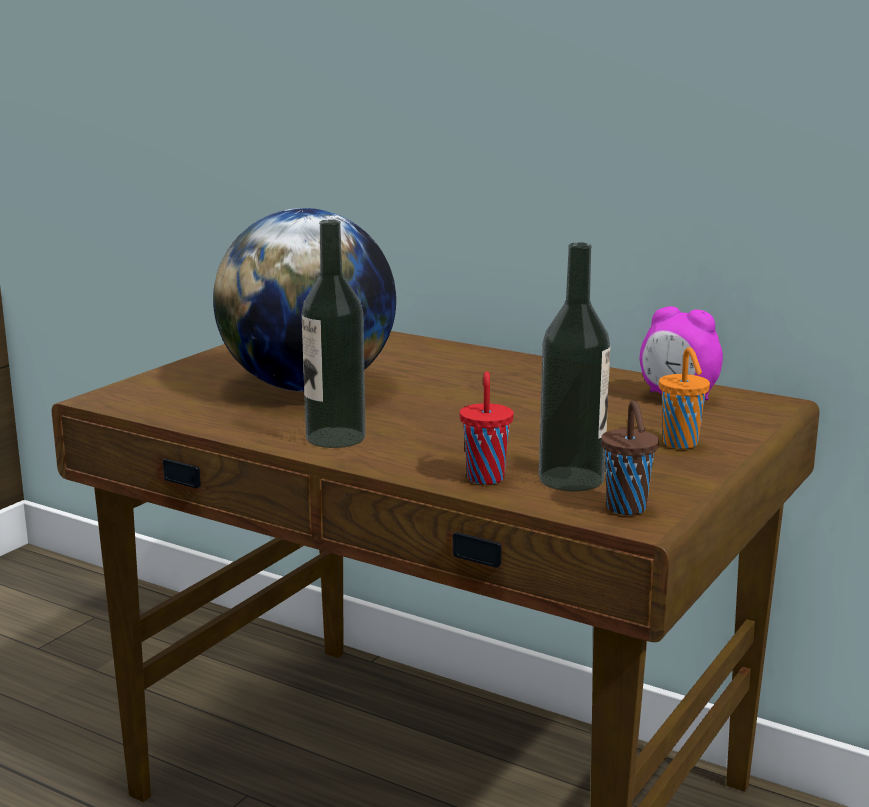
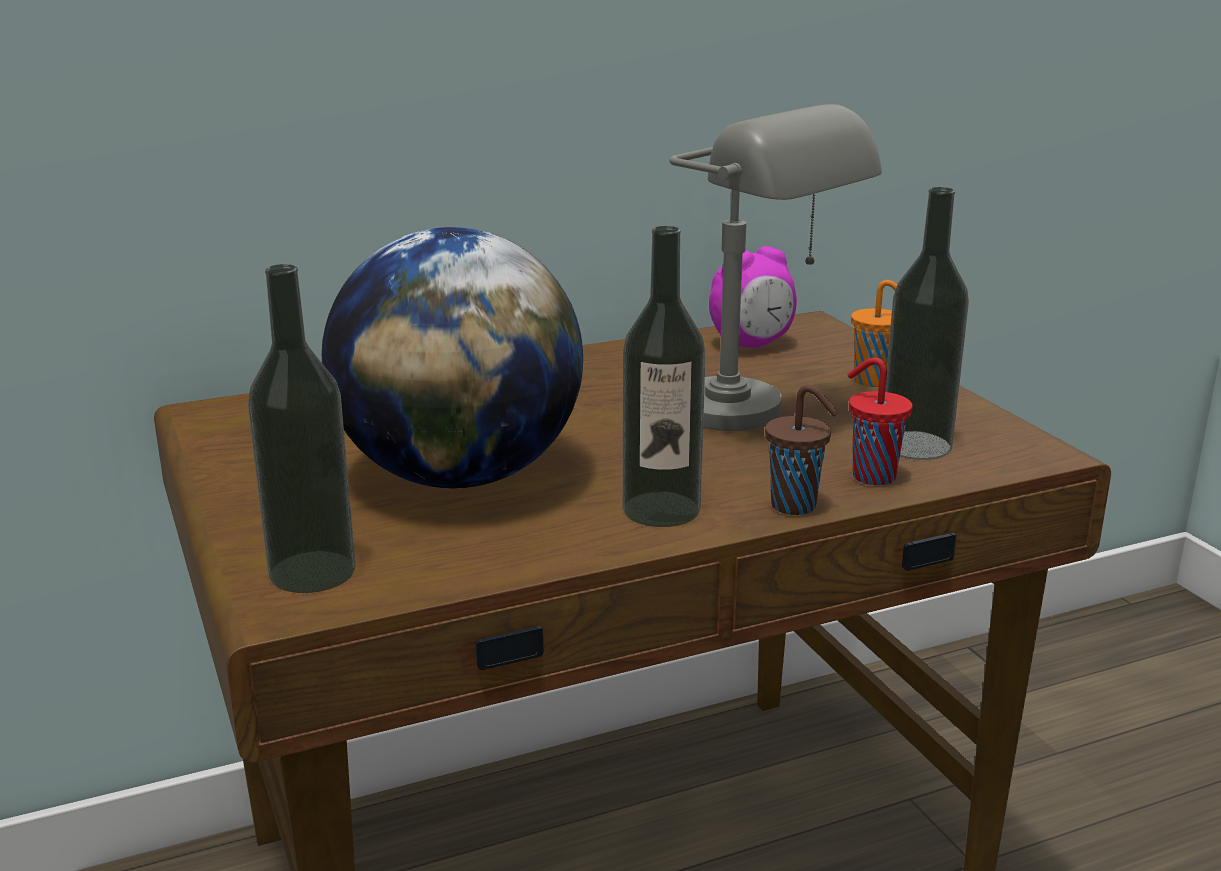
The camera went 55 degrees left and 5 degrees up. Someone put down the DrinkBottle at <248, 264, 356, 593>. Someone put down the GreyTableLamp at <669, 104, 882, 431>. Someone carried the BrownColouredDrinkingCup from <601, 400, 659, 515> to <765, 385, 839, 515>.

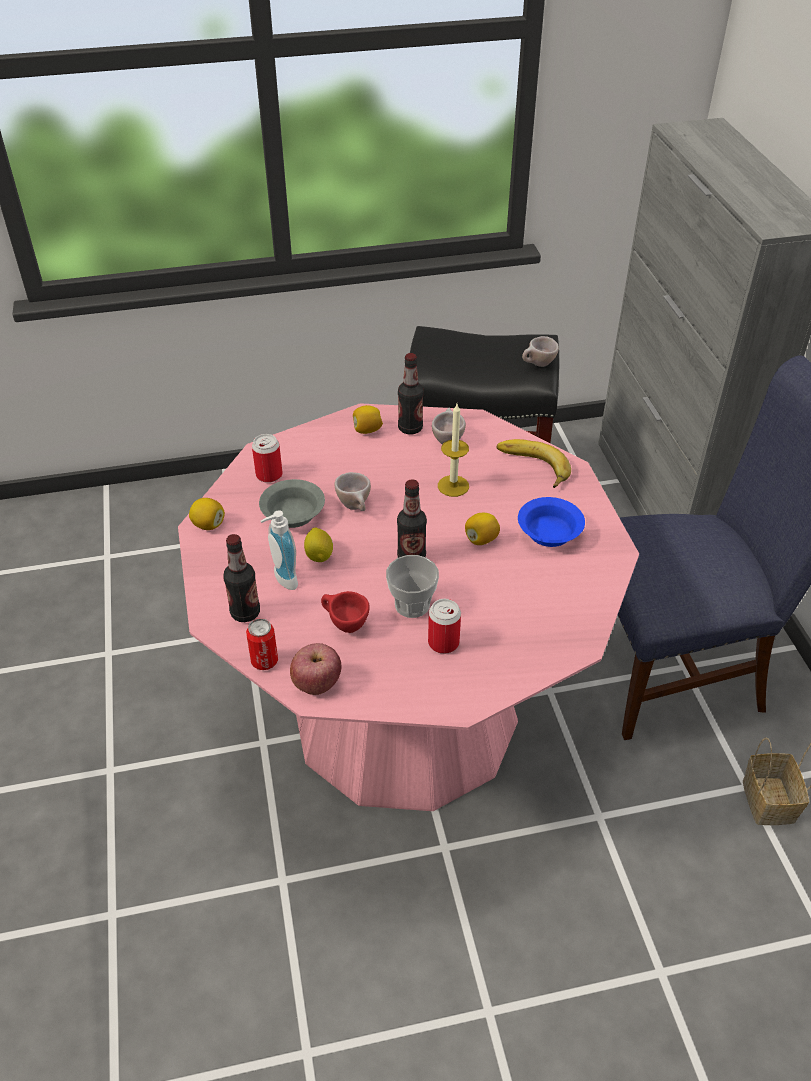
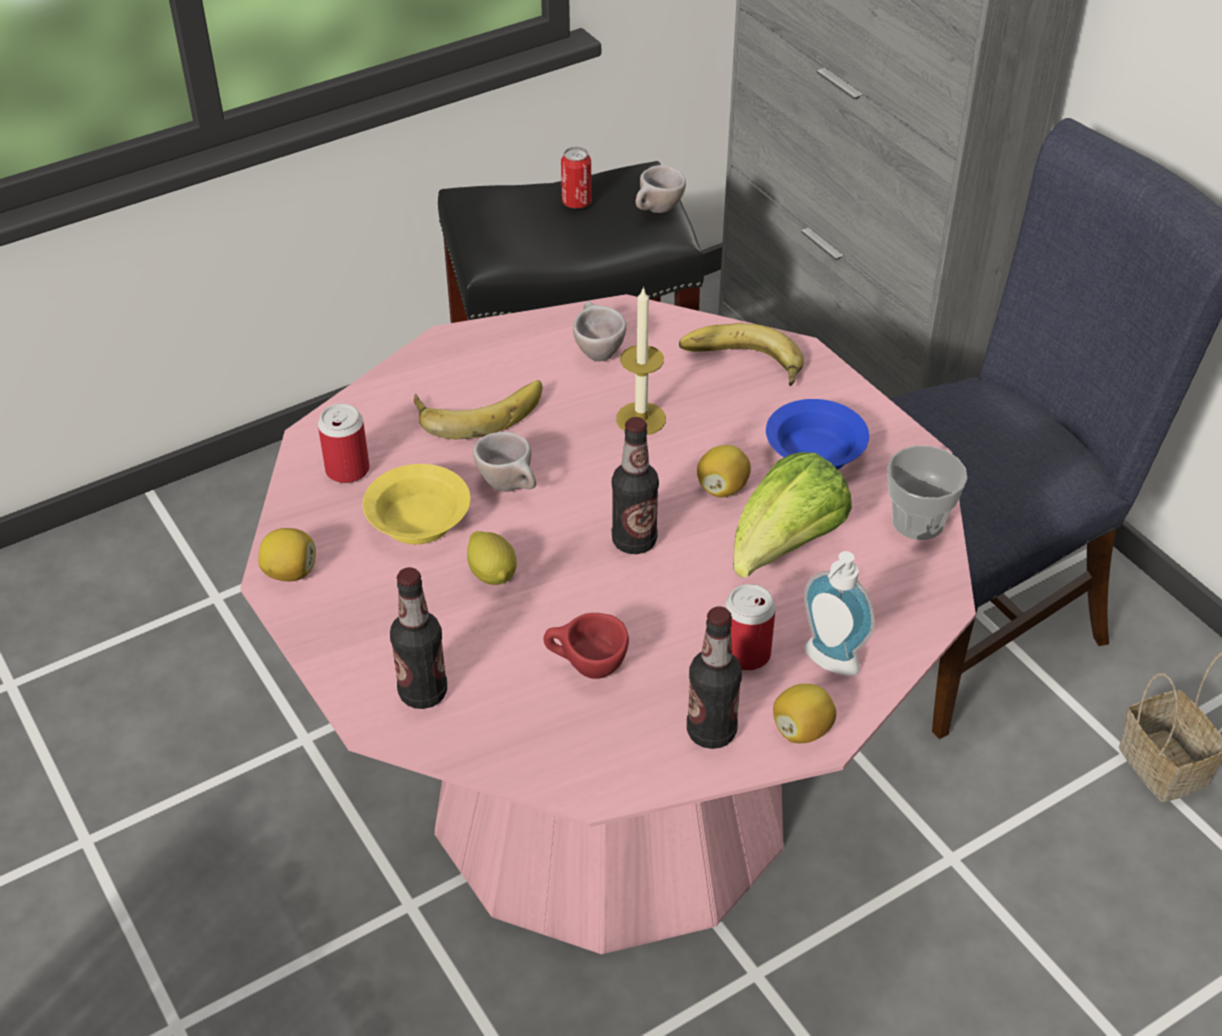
The camera went 20 degrees left and 0 degrees up. Someone repainted the GreyDeepDish at <259, 479, 325, 528>, which became the YellowishDeepDish at <363, 464, 471, 544>. Someone put down the WholeBanana at <414, 380, 542, 439>. Someone carried the MetalCan from <246, 618, 278, 670> to <561, 147, 592, 208>. Someone carried the DrinkBottle from <398, 353, 424, 435> to <687, 606, 742, 749>. Someone put down the Lettuce at <733, 452, 852, 578>. Someone carried the CitrusFruit from <353, 405, 383, 434> to <773, 684, 836, 743>. Someone carried the SoapBottle from <261, 510, 298, 590> to <804, 551, 875, 676>. Someone carried the DrinkingCup from <386, 555, 439, 618> to <887, 445, 967, 540>. Someone took away the AppleFruit at <290, 643, 341, 695>.

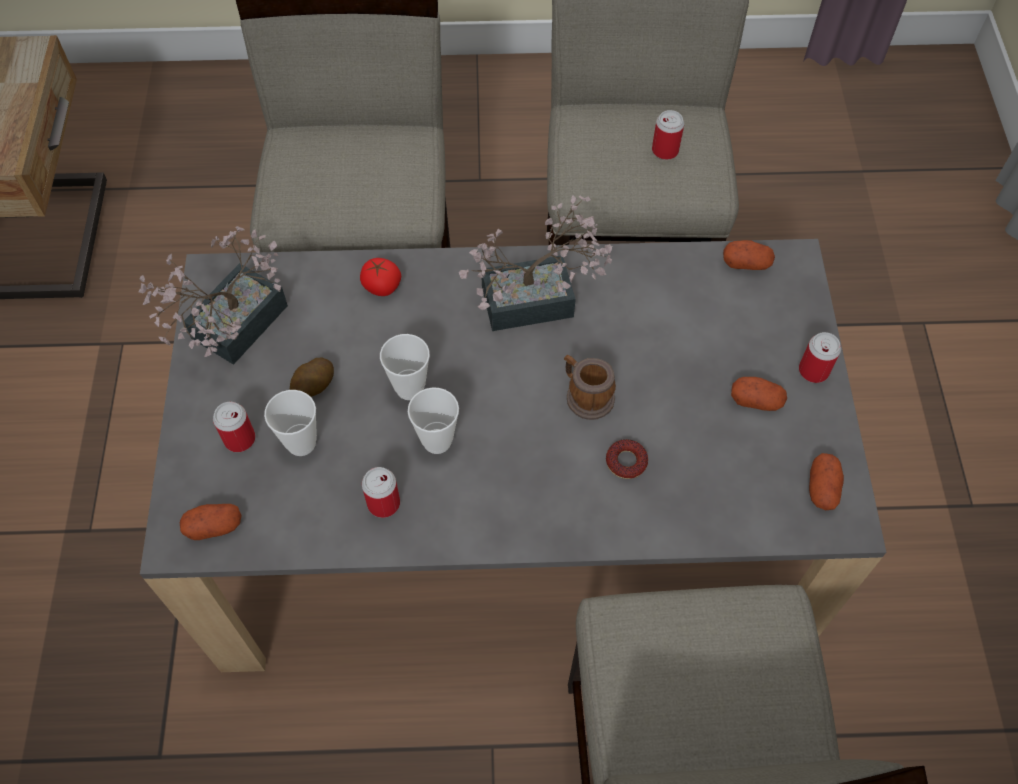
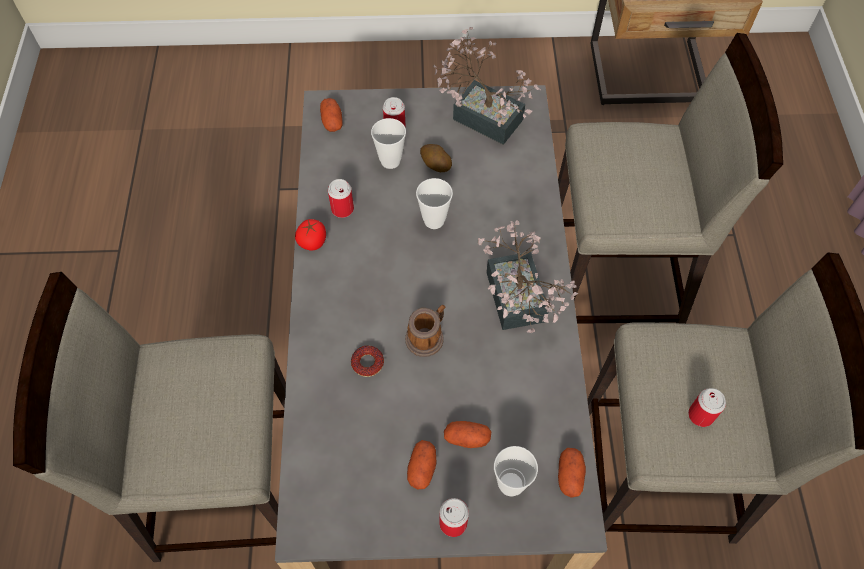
The camera went 90 degrees right and 0 degrees up. Someone carried the FreshTomato from <360, 258, 401, 296> to <295, 219, 326, 251>. Someone carried the Spud from <809, 453, 844, 510> to <444, 421, 491, 448>. Someone carried the DrinkingCup from <408, 387, 459, 454> to <494, 446, 538, 496>.

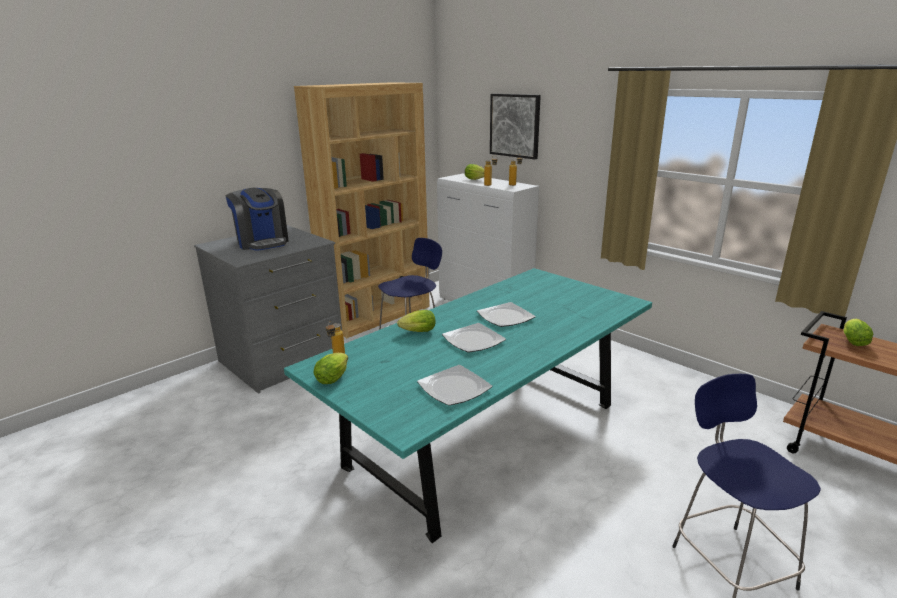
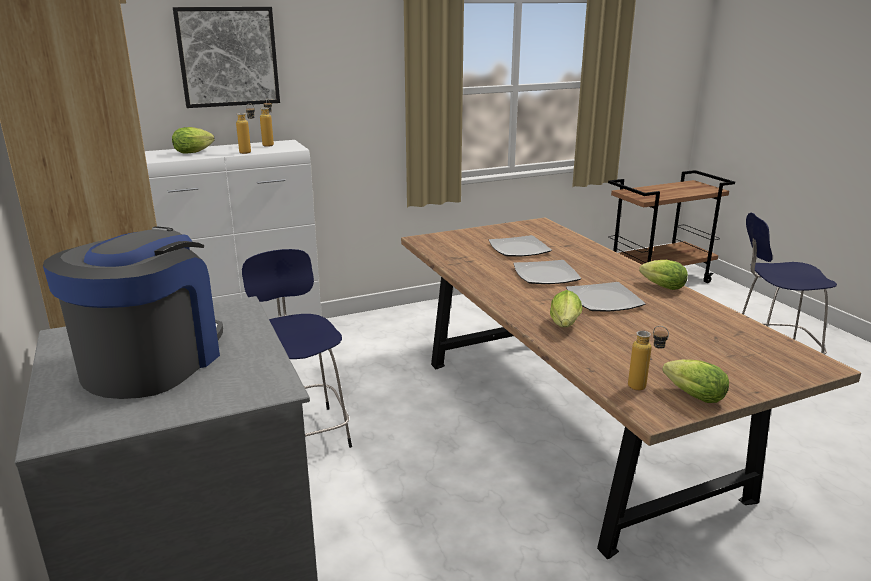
The camera went 70 degrees left and 0 degrees up. Someone rotated the CoffeeBrewer at <226, 188, 289, 251> by 60 degrees counterclockwise. Someone repainted the TurquoiseDiningTable at <284, 268, 652, 543>, which became the BrownColouredDiningTable at <401, 217, 861, 559>. Someone carried the DinnerPlate from <417, 365, 492, 406> to <489, 235, 552, 256>. Someone carried the Lettuce from <843, 319, 873, 346> to <639, 260, 688, 290>.

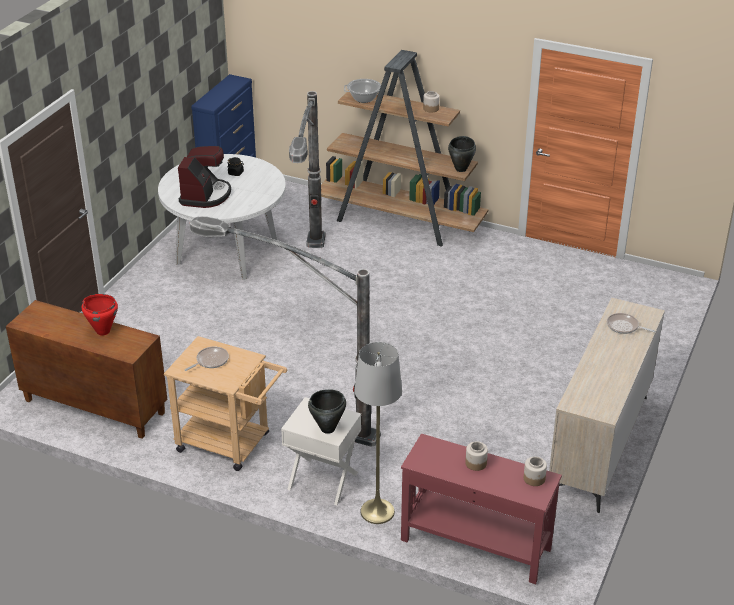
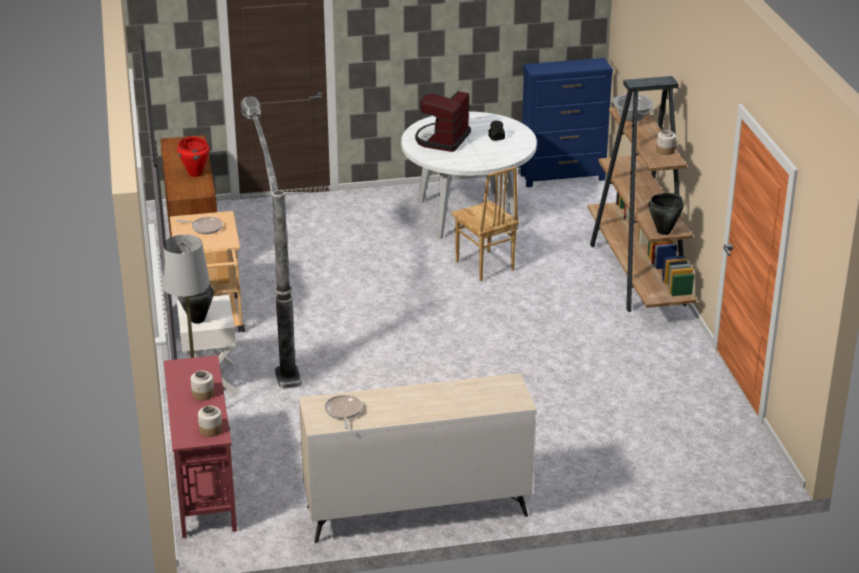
The camera went 55 degrees right and 5 degrees down. Someone carried the Skillet from <607, 313, 655, 334> to <325, 395, 362, 429>. Someone rotated the CoffeeBrewer at <178, 146, 231, 208> by 135 degrees clockwise. Someone swapped the FloorLamp at <289, 91, 325, 248> for the BrownColouredUprightChair at <452, 166, 519, 281>.

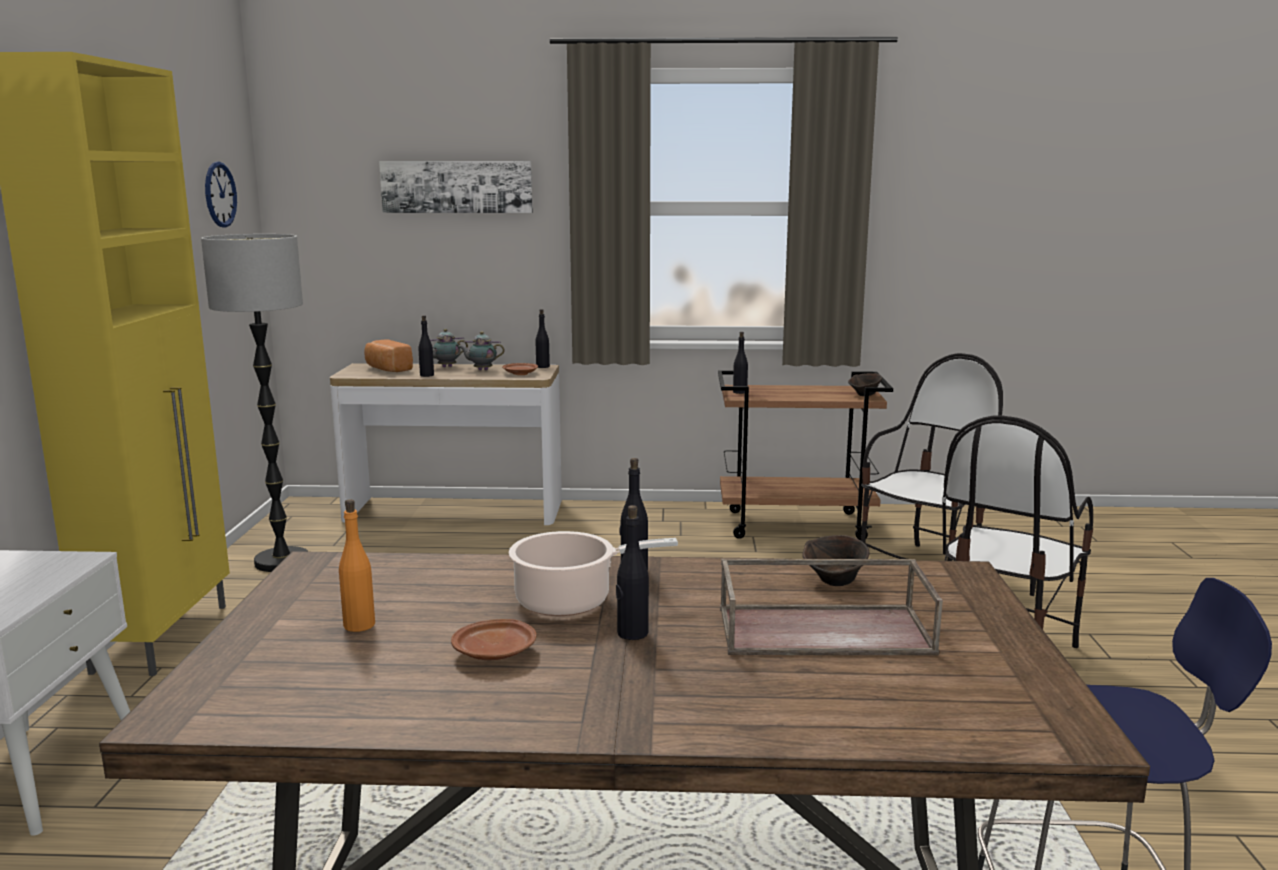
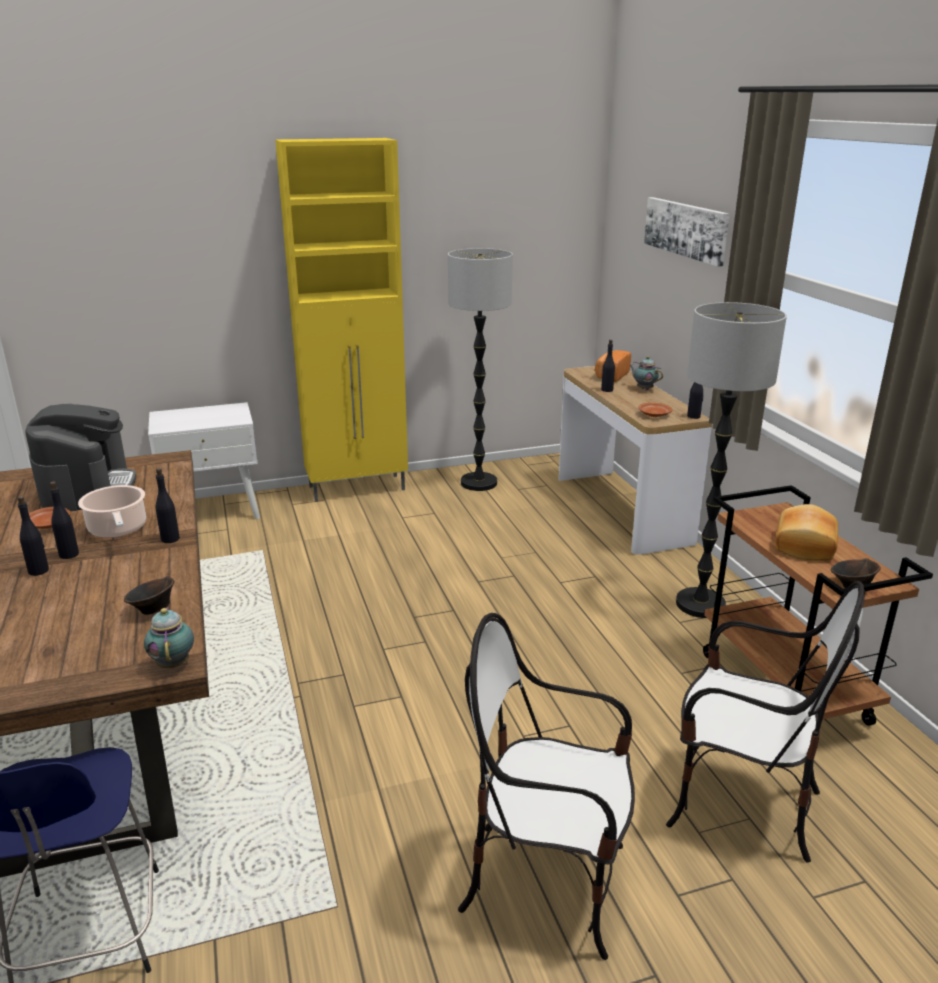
The camera went 70 degrees right and 10 degrees up. Someone carried the BlackishDrinkBottle from <733, 332, 748, 394> to <17, 496, 49, 576>. Someone swapped the OrangeColouredDrinkBottle at <339, 499, 375, 632> for the CoffeeBrewer at <25, 403, 136, 511>. Someone carried the TeaPot from <459, 331, 505, 370> to <144, 607, 194, 668>. Someone put down the FloorLamp at <676, 302, 787, 618>. Someone put down the BakedBread at <776, 504, 838, 561>. Someone took away the HangingClock at <205, 162, 237, 228>. Someone took away the BrownColouredTray at <720, 559, 943, 655>.

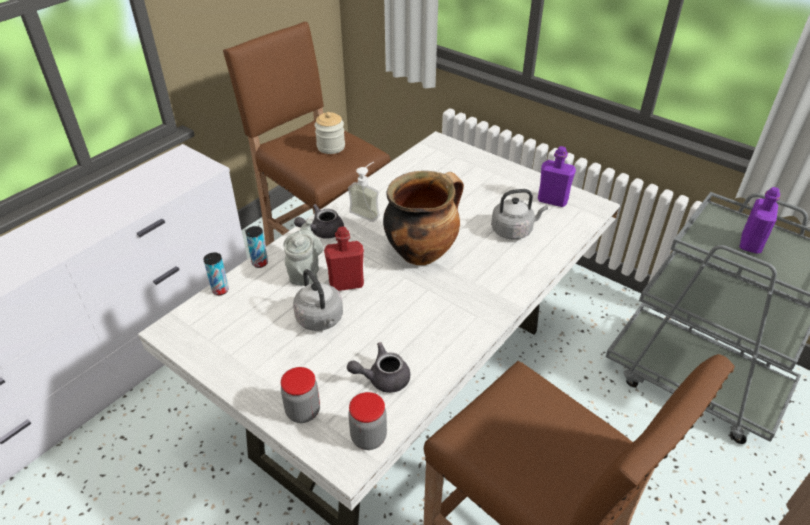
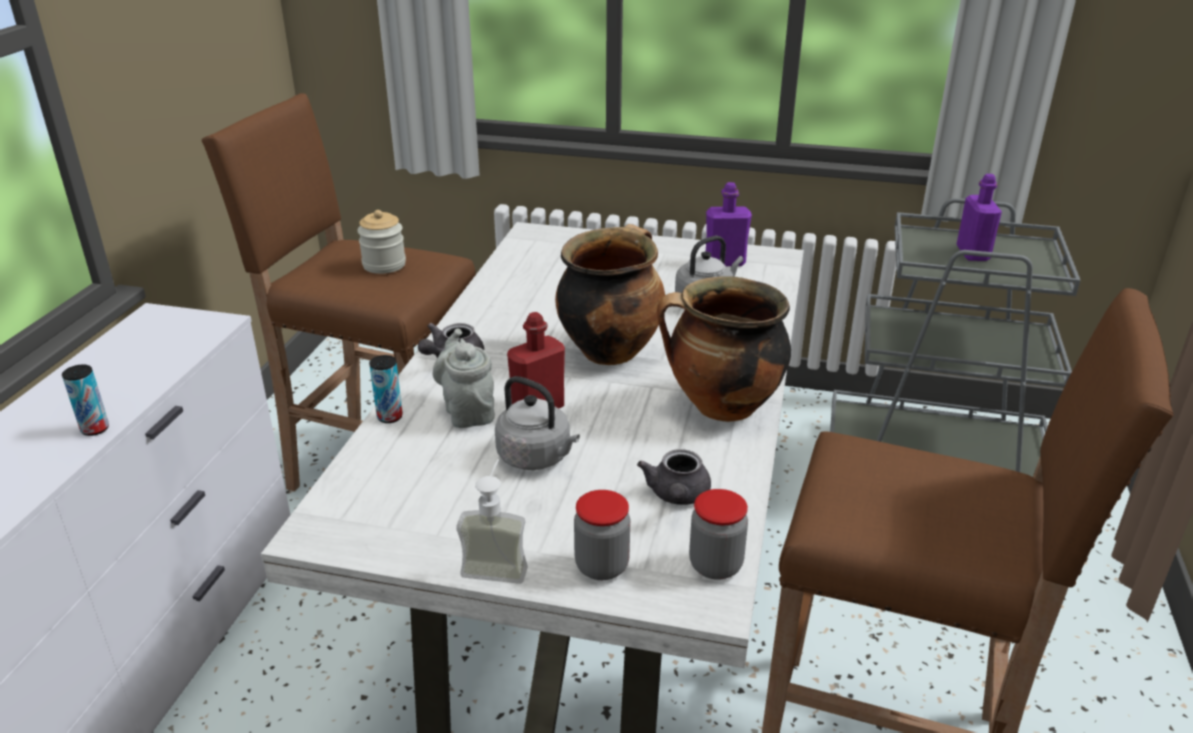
The camera went 25 degrees left and 10 degrees down. Someone carried the MetalCan from <203, 252, 229, 295> to <62, 365, 109, 436>. Someone carried the SoapBottle from <348, 162, 380, 222> to <456, 459, 528, 584>. Someone rotated the GreyTeaPot at <347, 342, 410, 393> by 45 degrees counterclockwise. Someone put down the Stockpot at <657, 277, 791, 422>.

